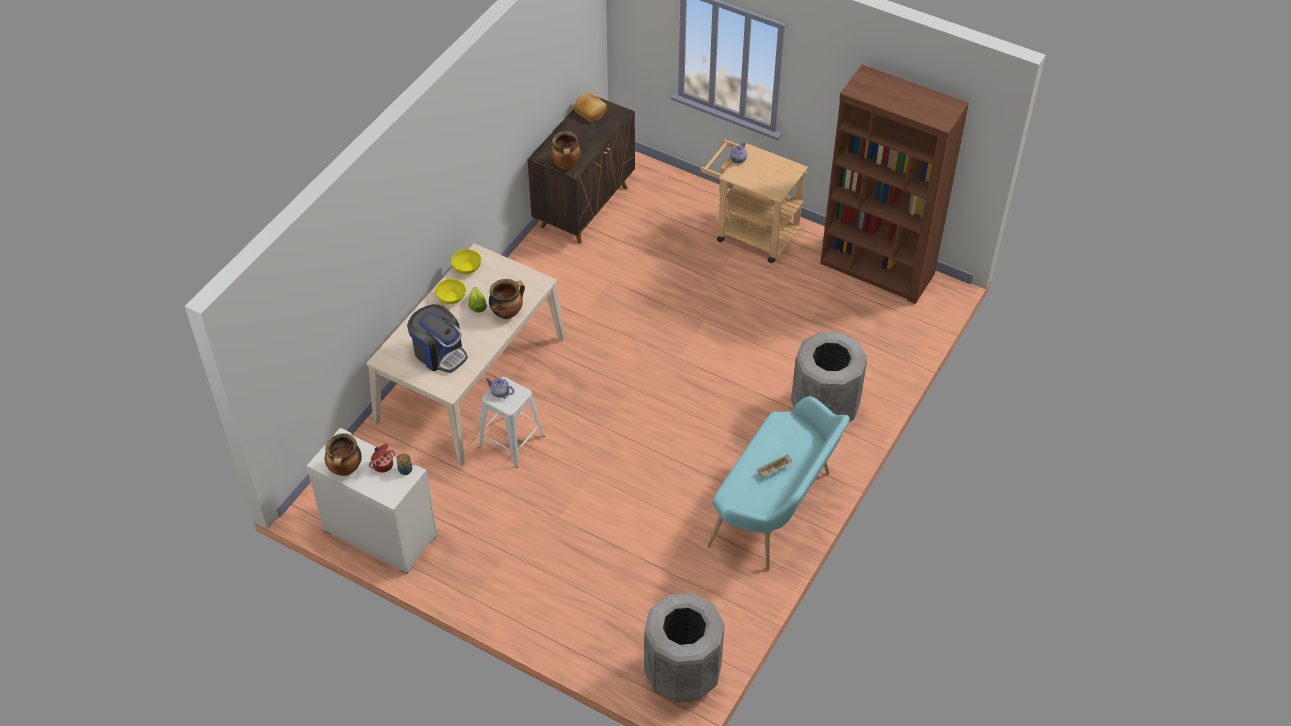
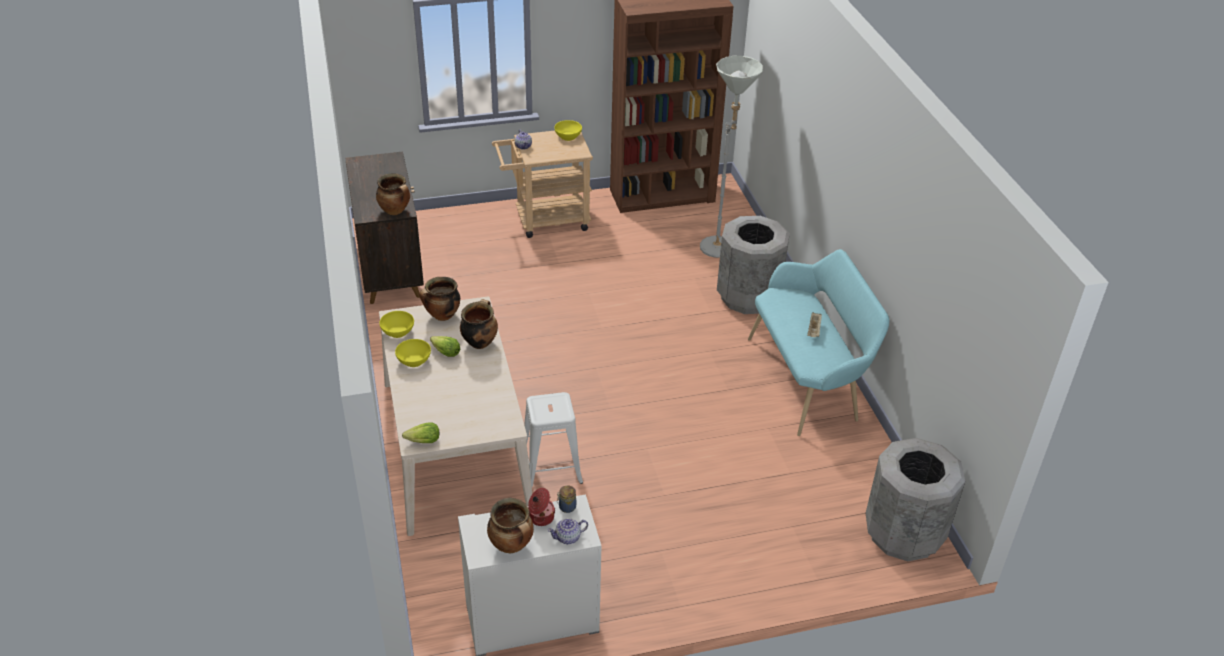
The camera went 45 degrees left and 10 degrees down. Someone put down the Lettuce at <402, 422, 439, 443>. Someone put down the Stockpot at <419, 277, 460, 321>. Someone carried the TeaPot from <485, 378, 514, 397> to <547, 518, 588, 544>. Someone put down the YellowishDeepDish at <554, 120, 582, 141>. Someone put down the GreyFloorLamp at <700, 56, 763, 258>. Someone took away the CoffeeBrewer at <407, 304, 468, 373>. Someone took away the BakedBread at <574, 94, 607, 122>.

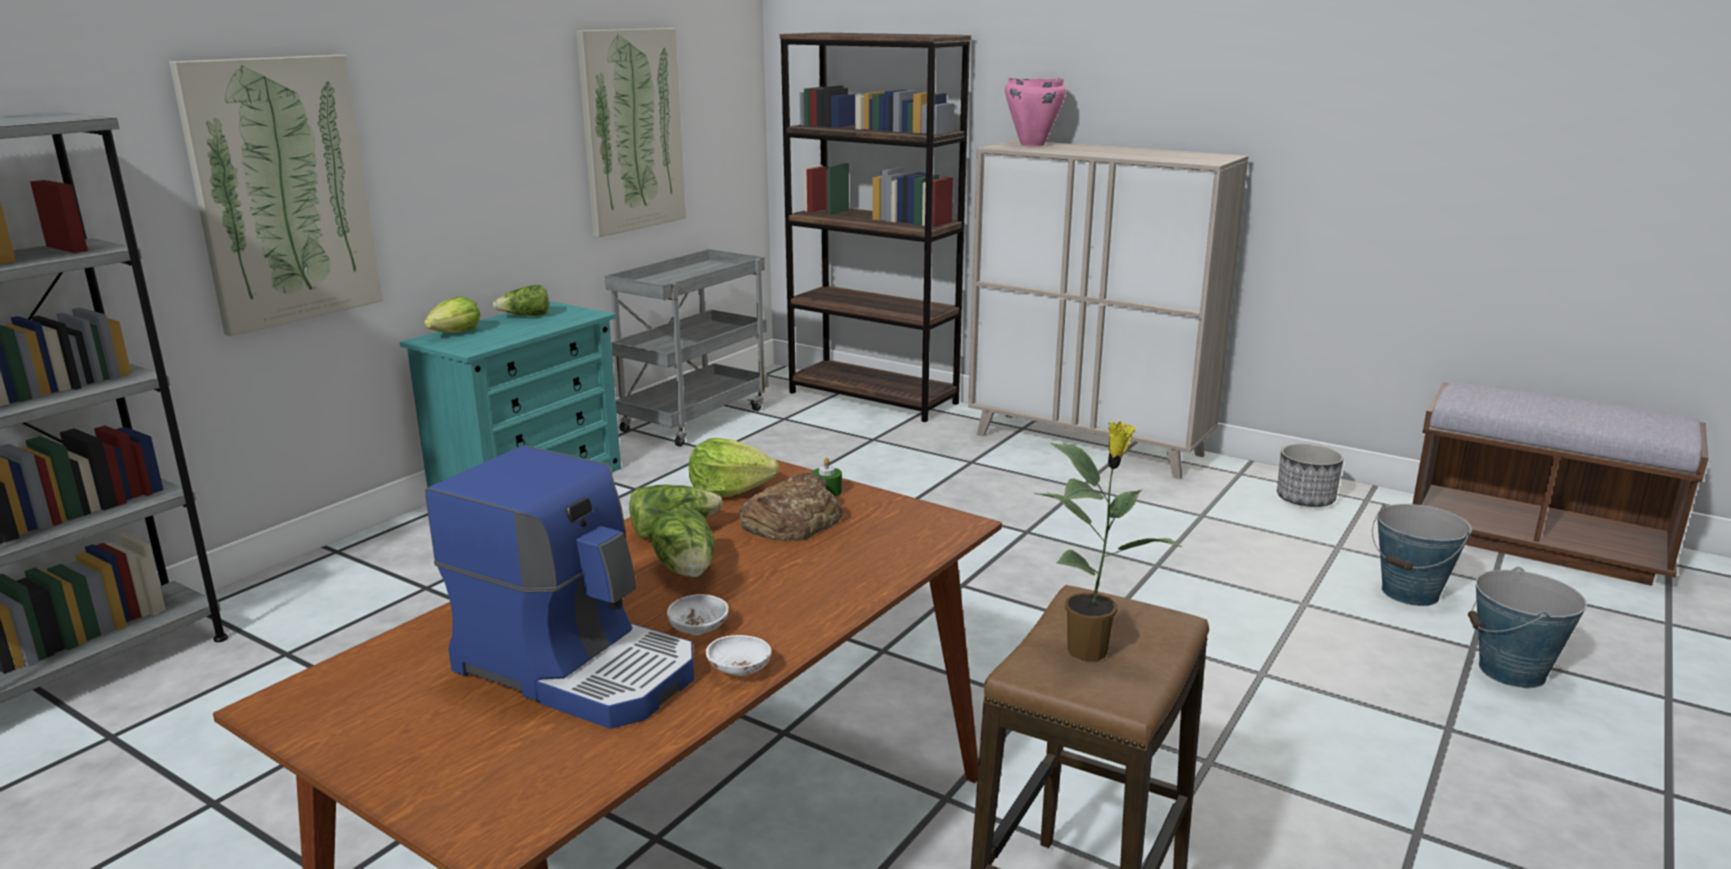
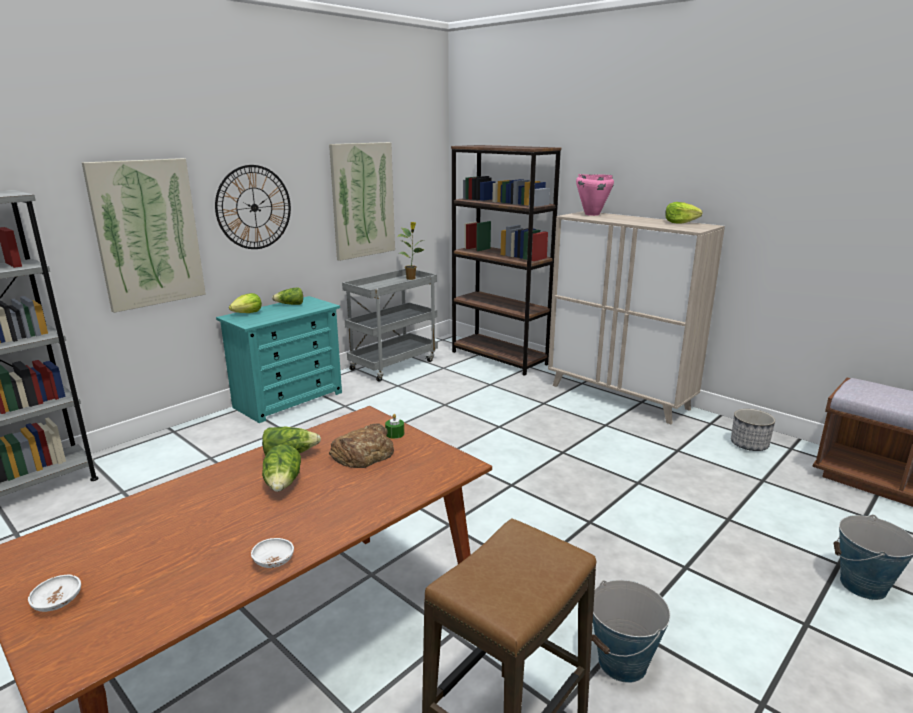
The camera went 10 degrees right and 0 degrees up. Someone carried the WhiteColouredDeepDish from <667, 594, 729, 635> to <28, 575, 81, 612>. Someone put up the HangingClock at <215, 165, 291, 249>. Someone carried the PlantInAPot from <1035, 421, 1182, 661> to <397, 222, 424, 280>. Someone carried the Pail from <1372, 504, 1472, 606> to <592, 580, 671, 683>. Someone carried the Lettuce from <689, 438, 779, 497> to <665, 202, 703, 224>. Someone took away the CoffeeBrewer at <425, 445, 694, 729>.

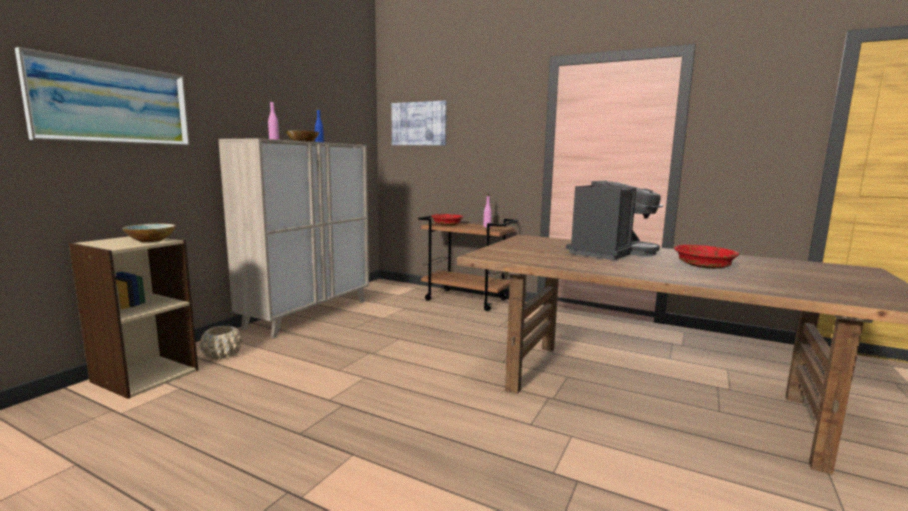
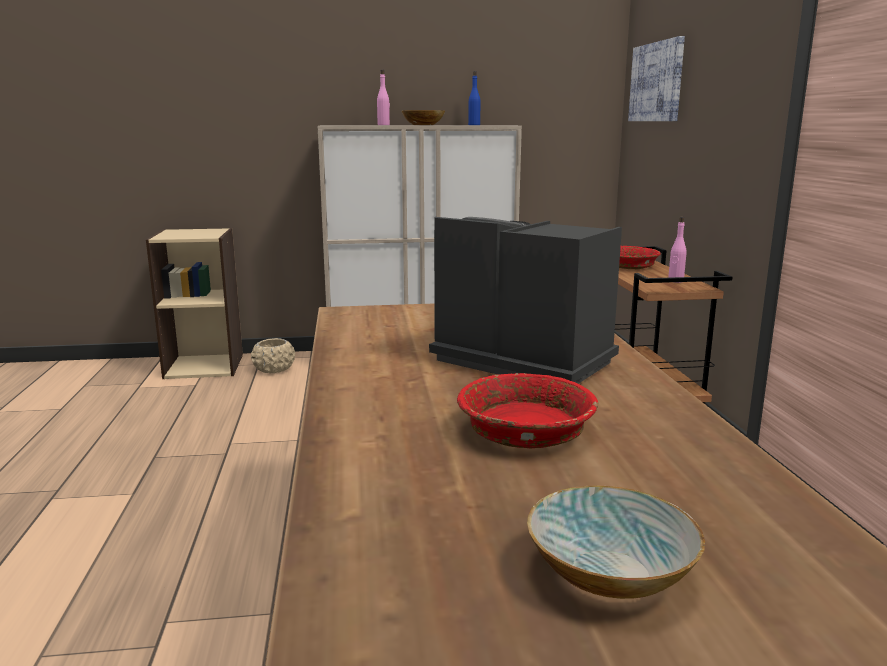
The camera went 55 degrees right and 5 degrees up. Someone rotated the CoffeeBrewer at <566, 181, 663, 260> by 150 degrees counterclockwise. Someone carried the DeepDish from <122, 223, 176, 242> to <527, 486, 705, 599>. Someone took away the WallArt at <15, 47, 190, 146>.

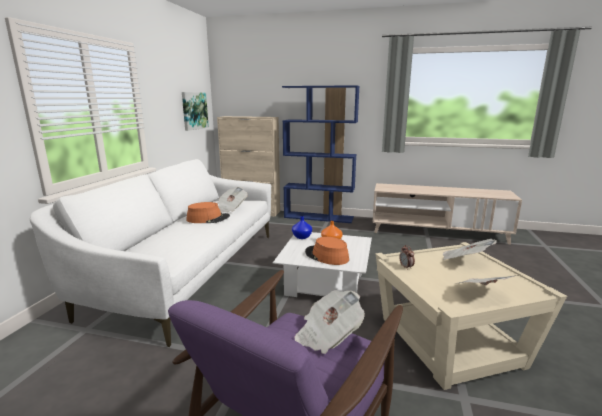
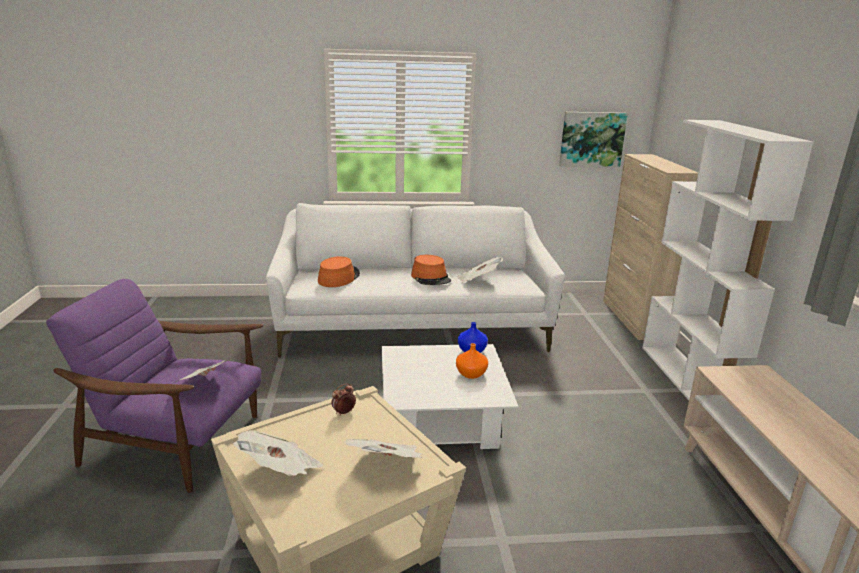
The camera went 70 degrees right and 5 degrees up. Someone carried the OrangeColouredWearableHat from <305, 237, 349, 265> to <318, 256, 360, 287>. Someone repainted the BluishBookshelf at <282, 85, 360, 223>, which became the WhiteColouredBookshelf at <643, 120, 813, 400>.

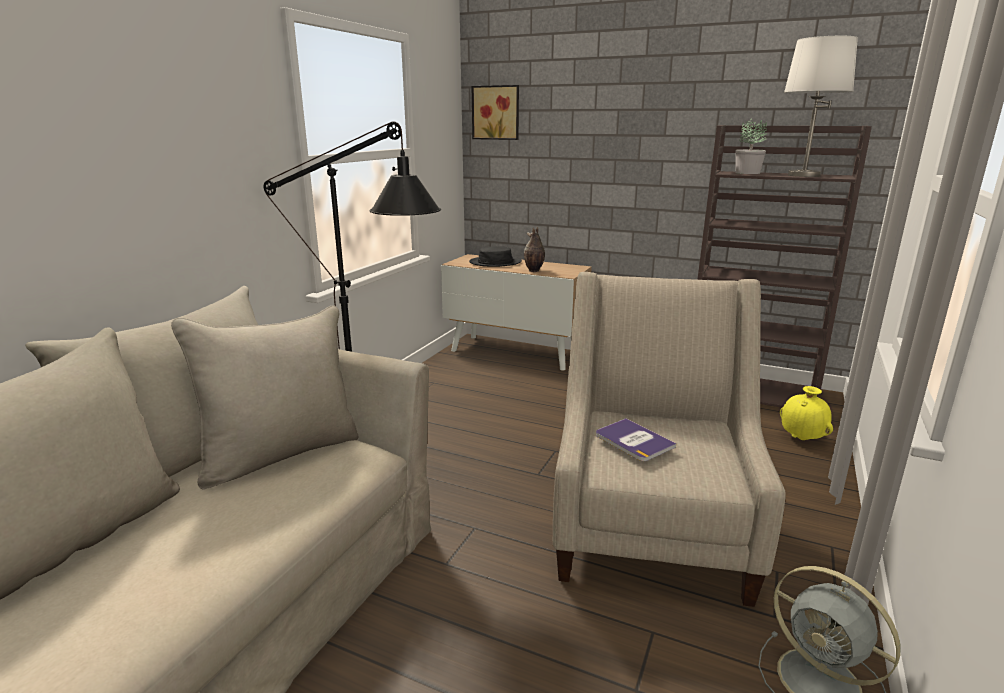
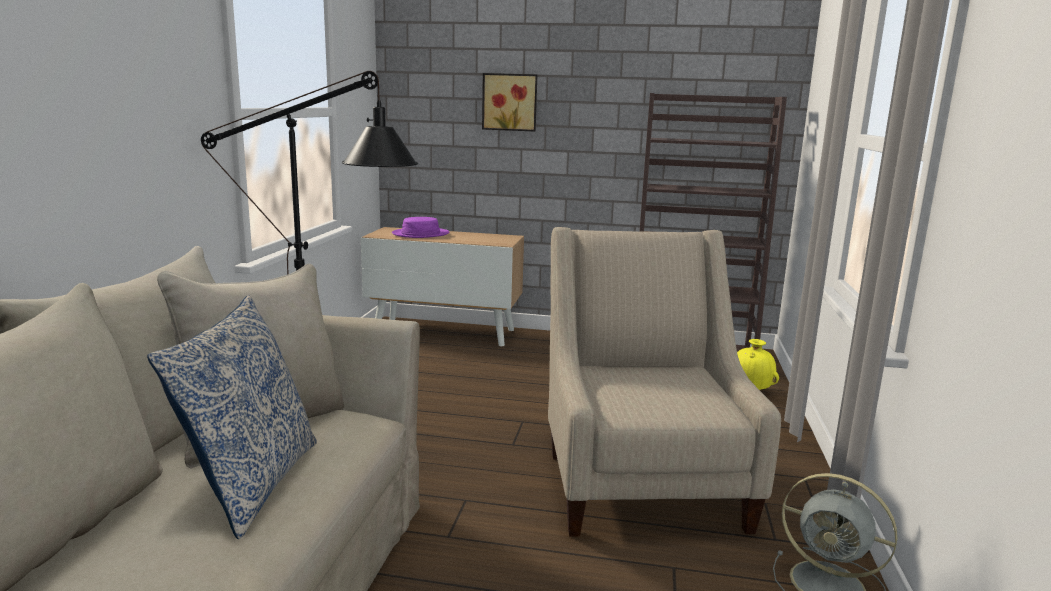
The camera went 15 degrees left and 5 degrees down. Someone put down the ThrowPillow at <147, 295, 317, 539>. Someone repainted the BlackishWearableHat at <469, 246, 522, 267>, which became the PurplishWearableHat at <392, 217, 449, 238>. Someone carried the WallArt from <472, 85, 519, 140> to <482, 73, 537, 132>. Someone took away the DecorativeVase at <524, 227, 545, 272>. Someone took away the BoundBook at <596, 418, 676, 461>. Someone took away the PlantInAPot at <736, 119, 767, 174>. Someone took away the WhiteColouredTableLamp at <784, 36, 858, 177>.

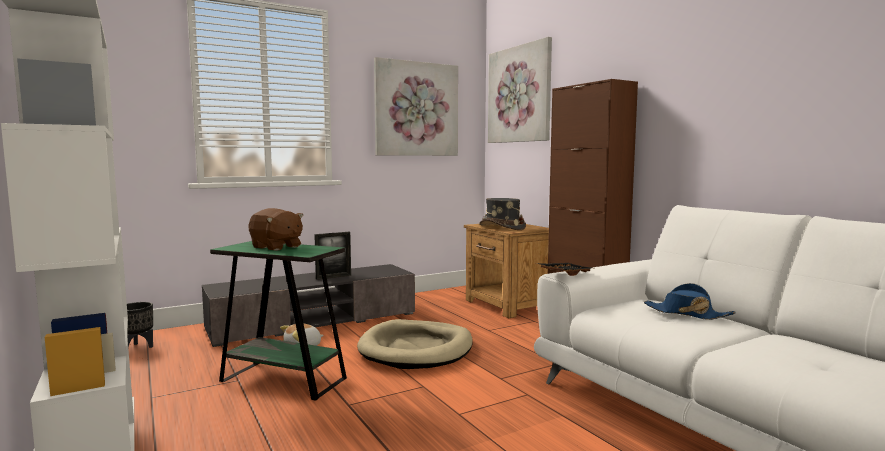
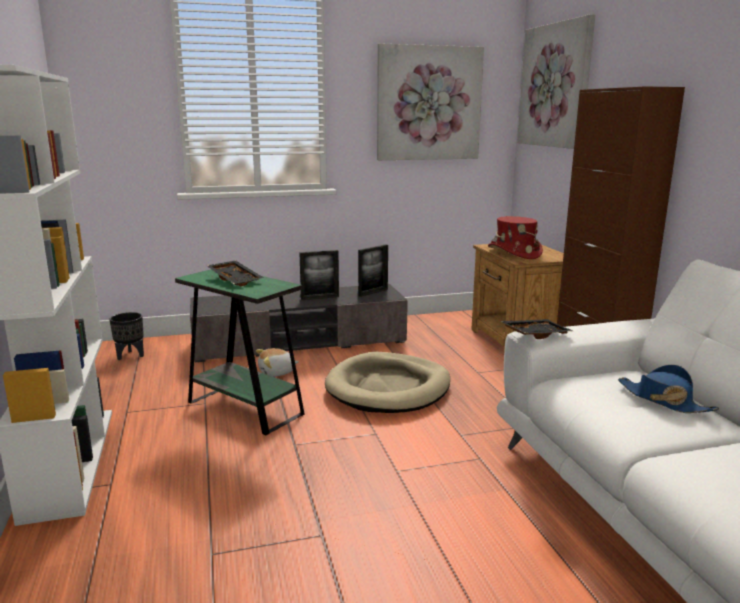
The camera went 15 degrees right and 10 degrees up. Someone swapped the BrownColouredPlushToy at <248, 208, 303, 251> for the BlackishTray at <207, 260, 264, 286>. Someone put down the StandingFrame at <358, 244, 388, 297>. Someone repainted the GreyWearableHat at <480, 198, 526, 230>, which became the RedWearableHat at <488, 216, 543, 259>.

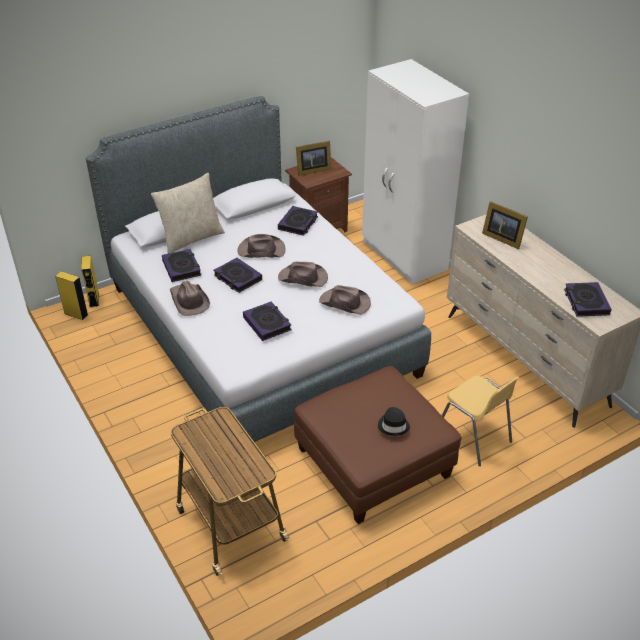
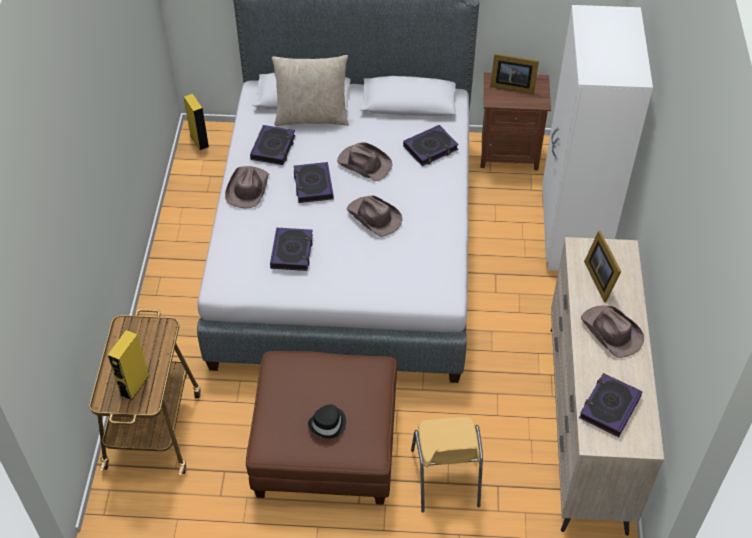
The camera went 35 degrees right and 10 degrees up. Someone carried the YellowishSpeaker from <81, 256, 99, 307> to <108, 330, 149, 401>. Someone carried the BrownColouredWearableHat from <319, 285, 371, 315> to <581, 306, 644, 358>.

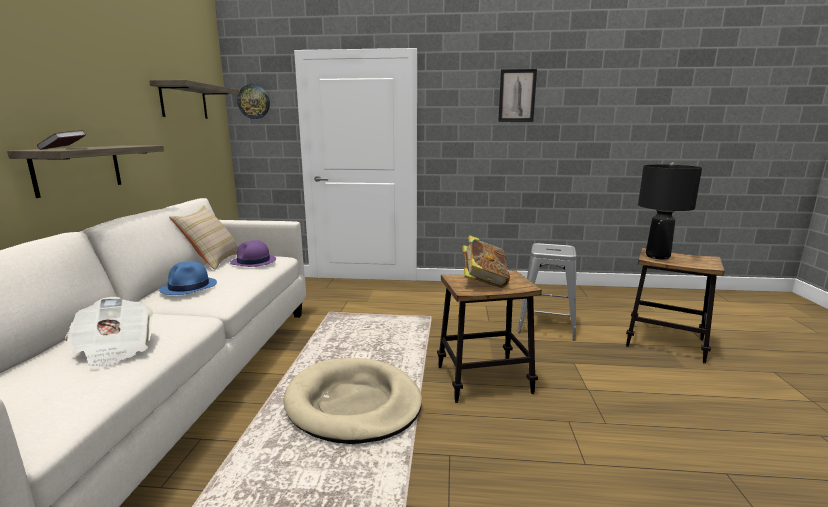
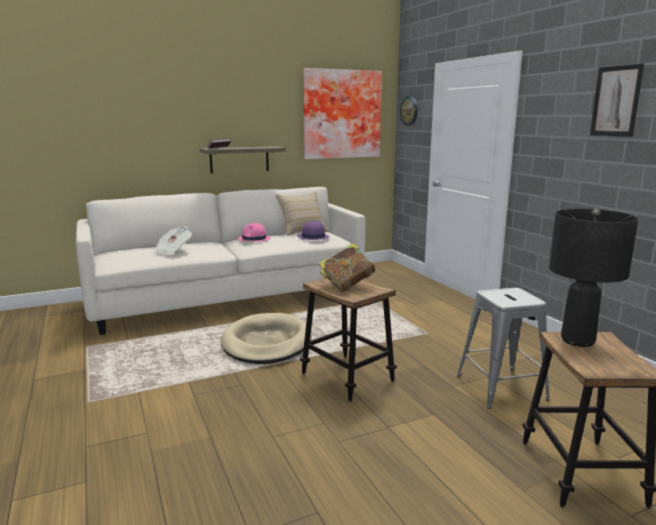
The camera went 60 degrees right and 0 degrees up. Someone repainted the BluishWearableHat at <159, 261, 217, 295>, which became the PinkishWearableHat at <237, 223, 271, 242>. Someone swapped the WallShelf at <149, 80, 239, 119> for the WallArt at <303, 68, 382, 159>.

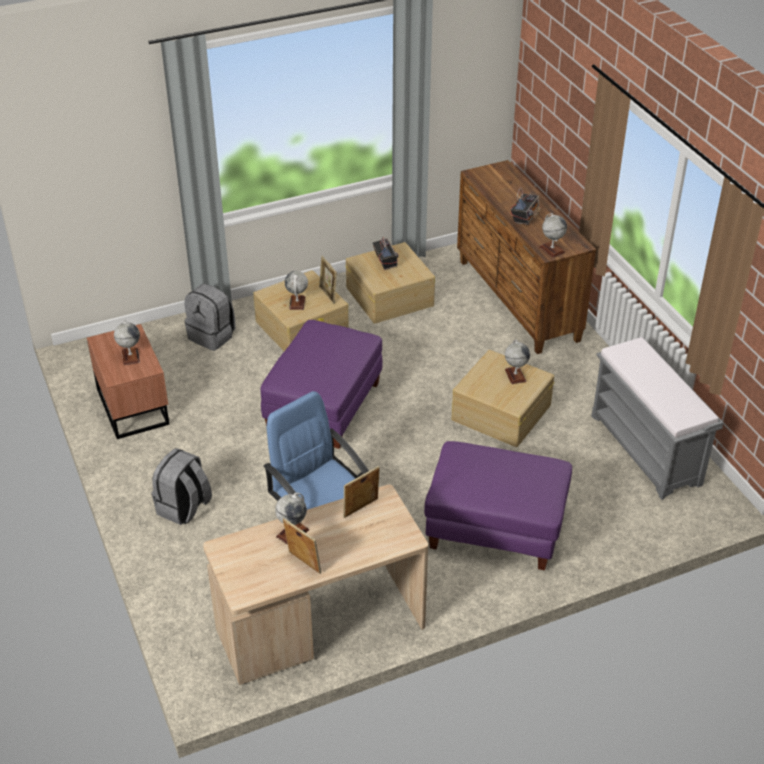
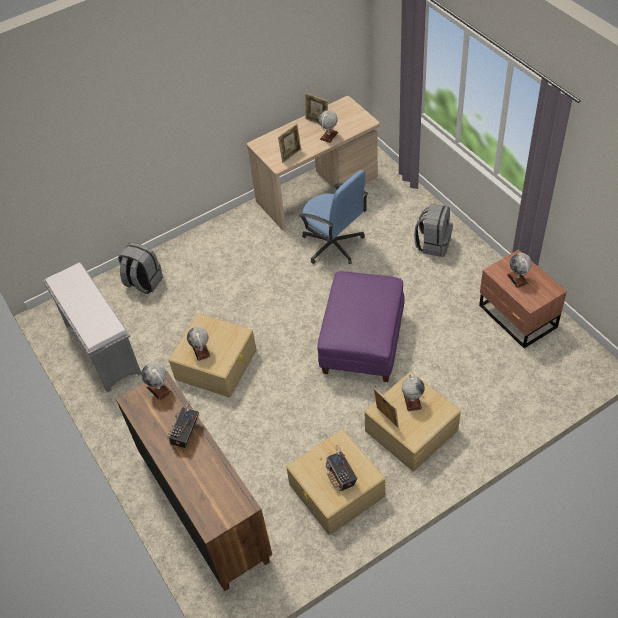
The camera went 175 degrees right and 10 degrees up. Someone carried the GreyRucksack from <185, 284, 235, 351> to <118, 243, 163, 294>. Someone took away the PurplishOttoman at <424, 441, 572, 570>.

